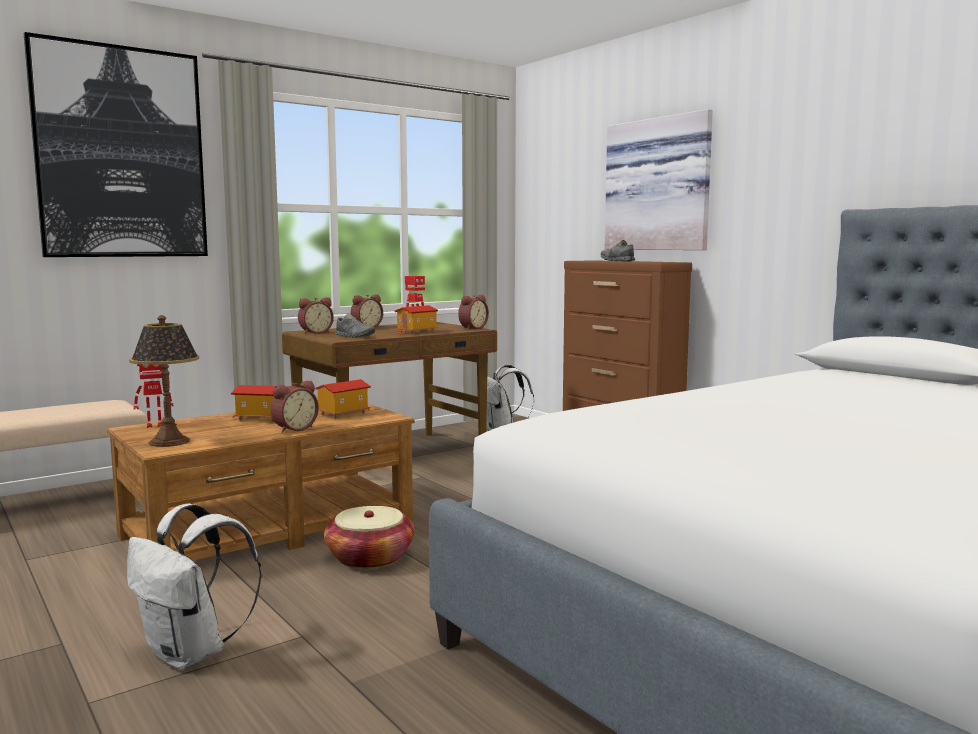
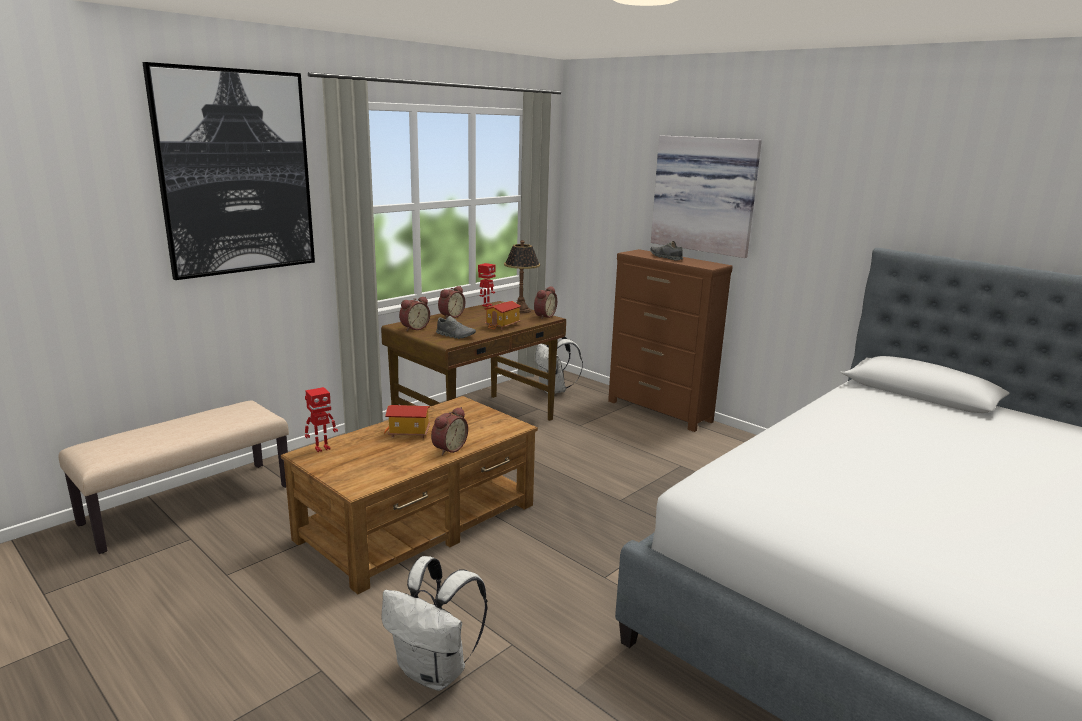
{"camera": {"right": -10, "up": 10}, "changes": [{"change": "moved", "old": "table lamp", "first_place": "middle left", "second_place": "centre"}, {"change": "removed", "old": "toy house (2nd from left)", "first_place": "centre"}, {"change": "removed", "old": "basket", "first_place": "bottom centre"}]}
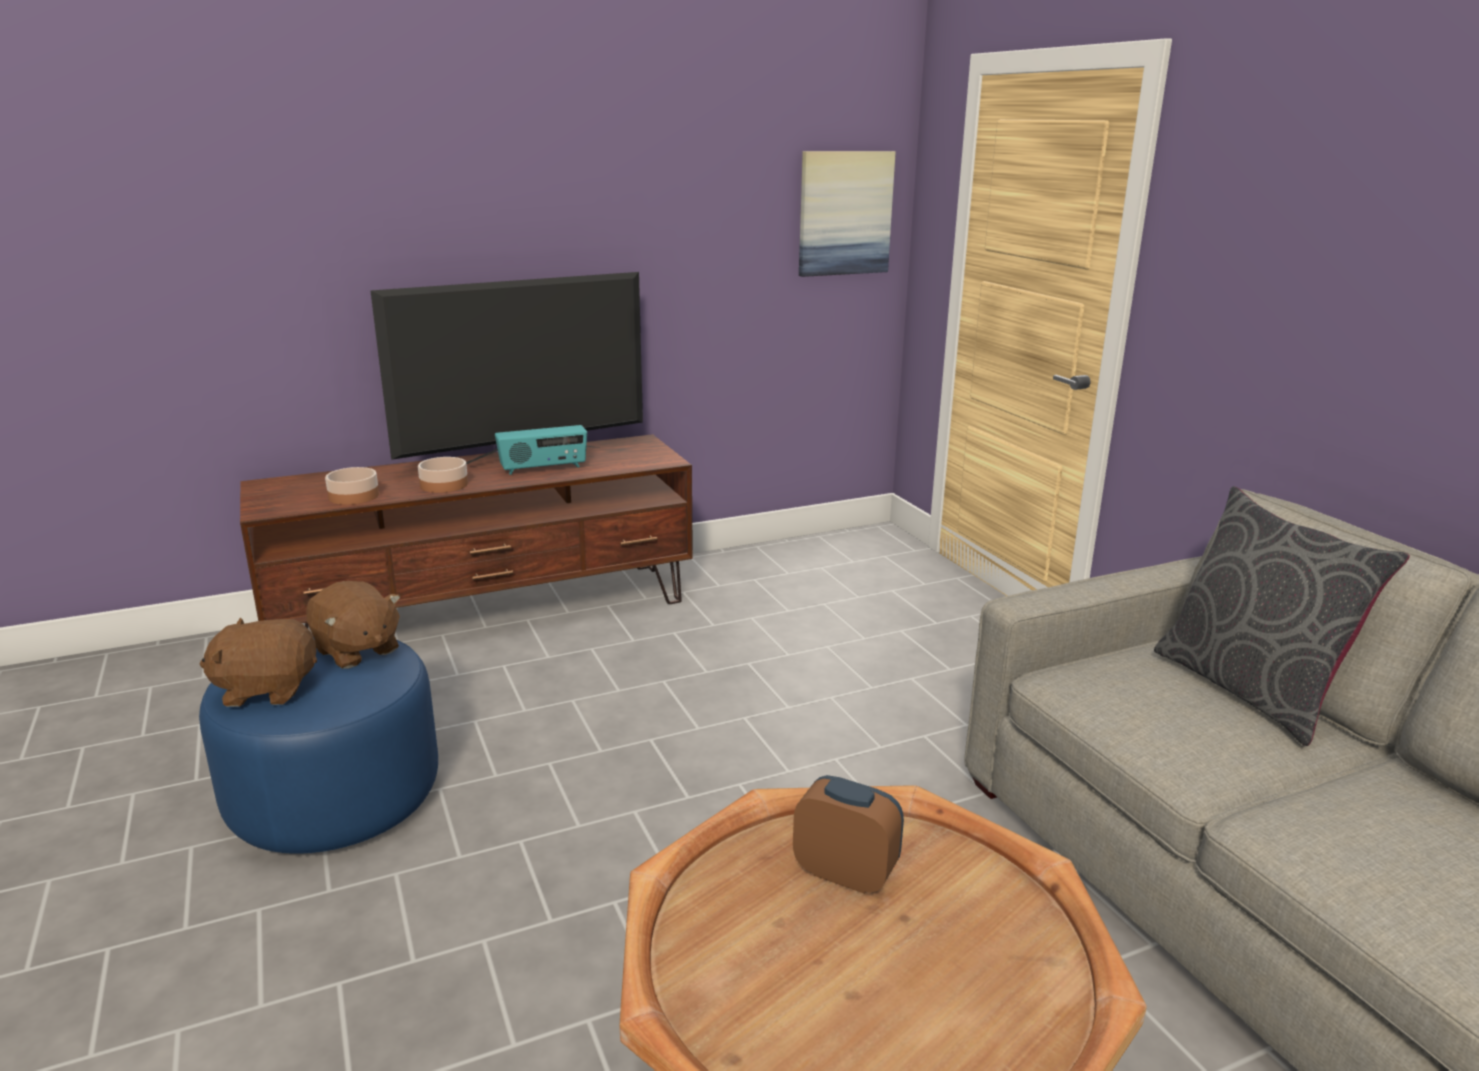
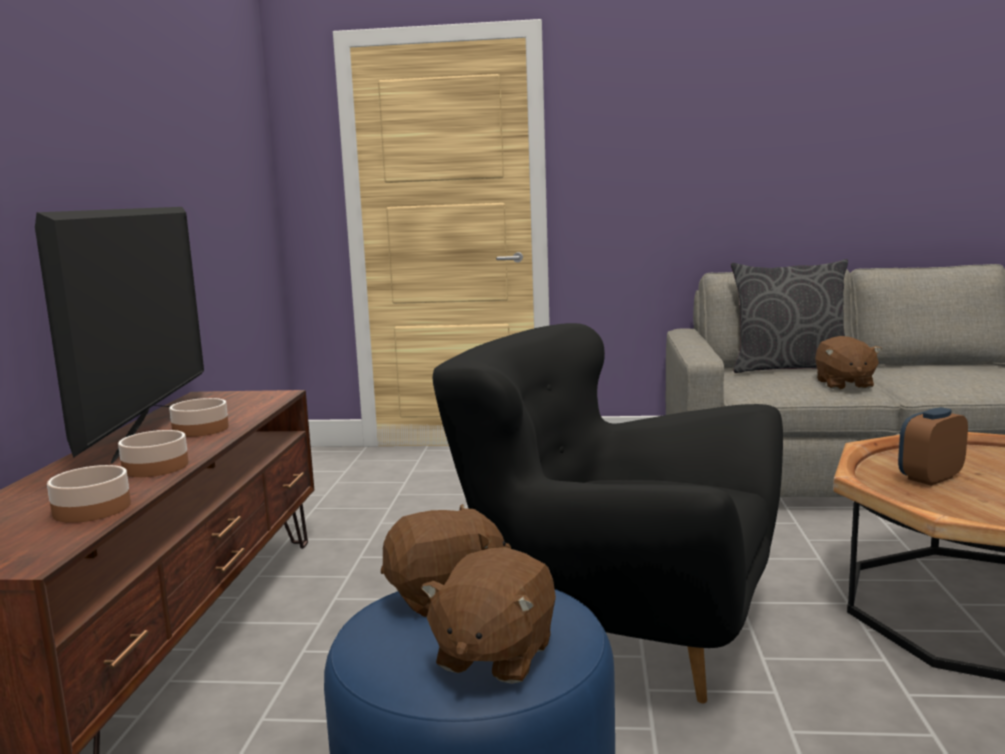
{"camera": {"right": -60, "up": -10}, "changes": [{"change": "replaced", "old": "radio", "new": "bowl (3rd from left)", "first_place": "centre", "second_place": "middle left"}, {"change": "added", "new": "black armchair", "second_place": "bottom centre"}, {"change": "added", "new": "brown plush toy (3rd from left)", "second_place": "middle right"}, {"change": "removed", "old": "picture", "first_place": "top centre"}]}
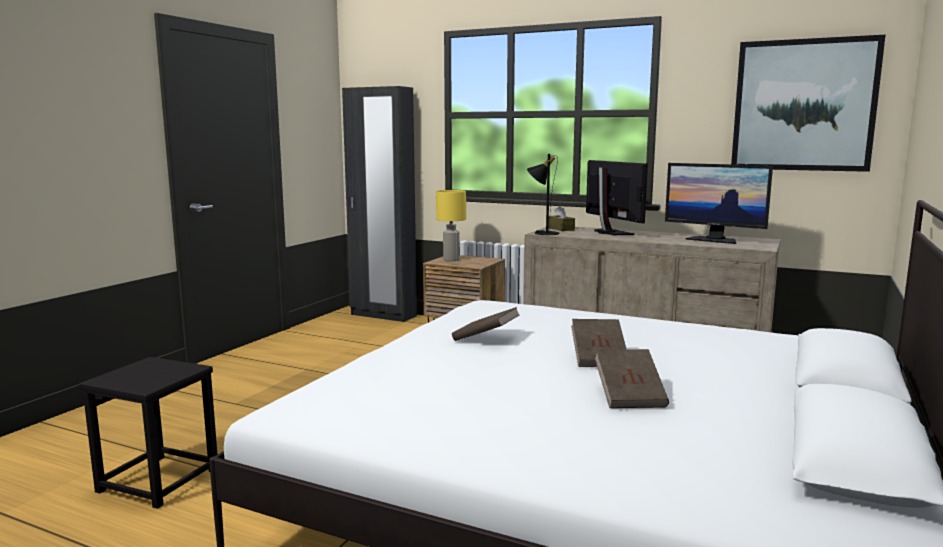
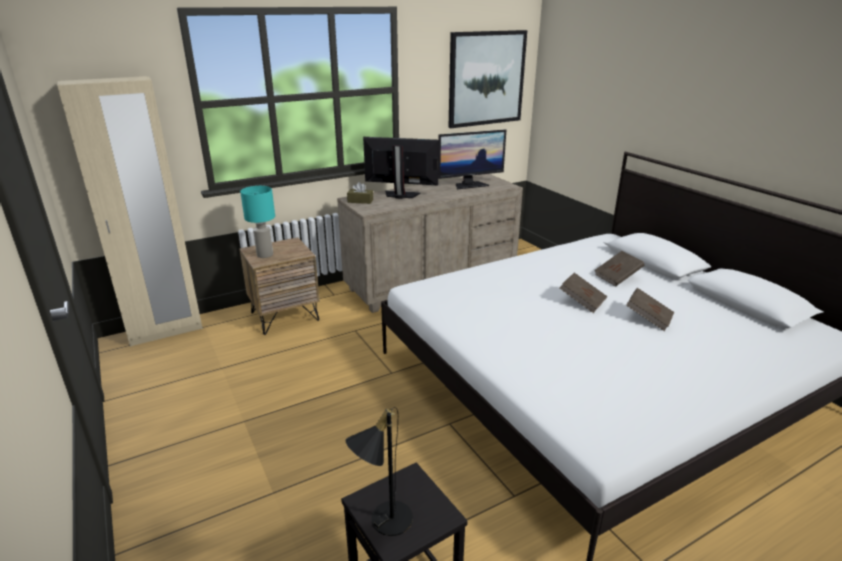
{"camera": {"right": -55, "up": 15}, "changes": [{"change": "recoloured", "old": "black wardrobe", "new": "beige wardrobe", "first_place": "centre", "second_place": "middle left"}, {"change": "recoloured", "old": "yellow table lamp", "new": "turquoise table lamp", "first_place": "centre", "second_place": "middle left"}, {"change": "moved", "old": "black table lamp", "first_place": "centre", "second_place": "bottom centre"}, {"change": "moved", "old": "brown book (1st from left in the first image)", "new": "brown book (2nd from left)", "first_place": "centre", "second_place": "middle right"}]}
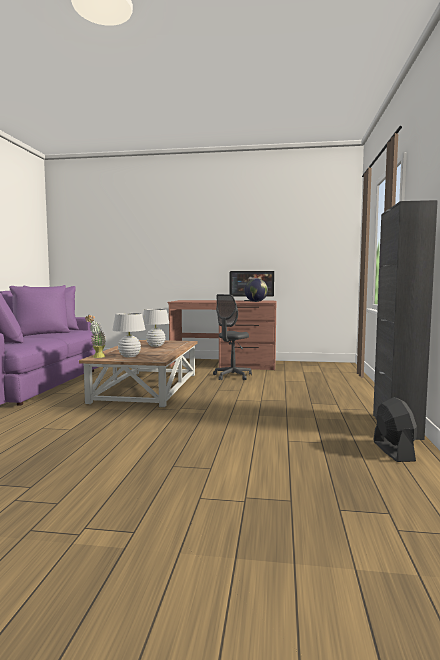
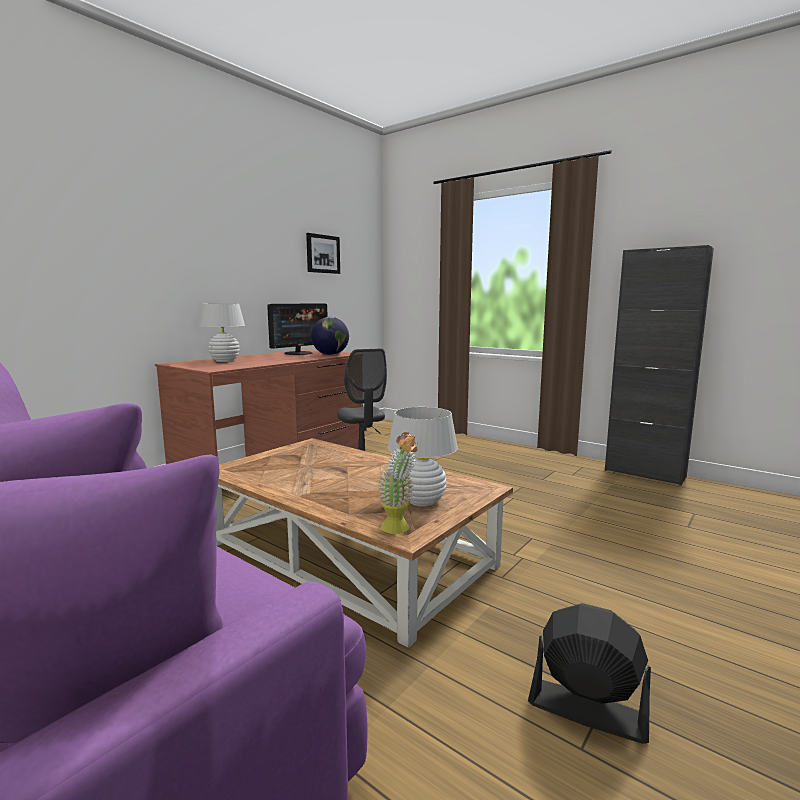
{"camera": {"right": -60, "up": 5}, "changes": [{"change": "moved", "old": "white table lamp (2nd from left in the first image)", "new": "white table lamp (1st from left)", "first_place": "centre", "second_place": "middle left"}, {"change": "added", "new": "picture", "second_place": "top centre"}, {"change": "moved", "old": "black fan", "first_place": "middle right", "second_place": "bottom right"}]}
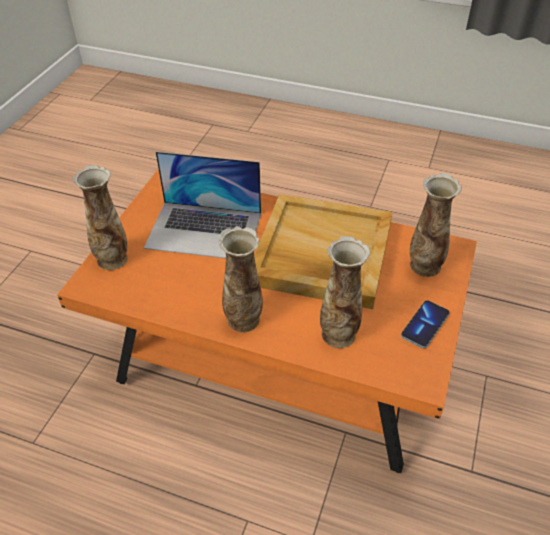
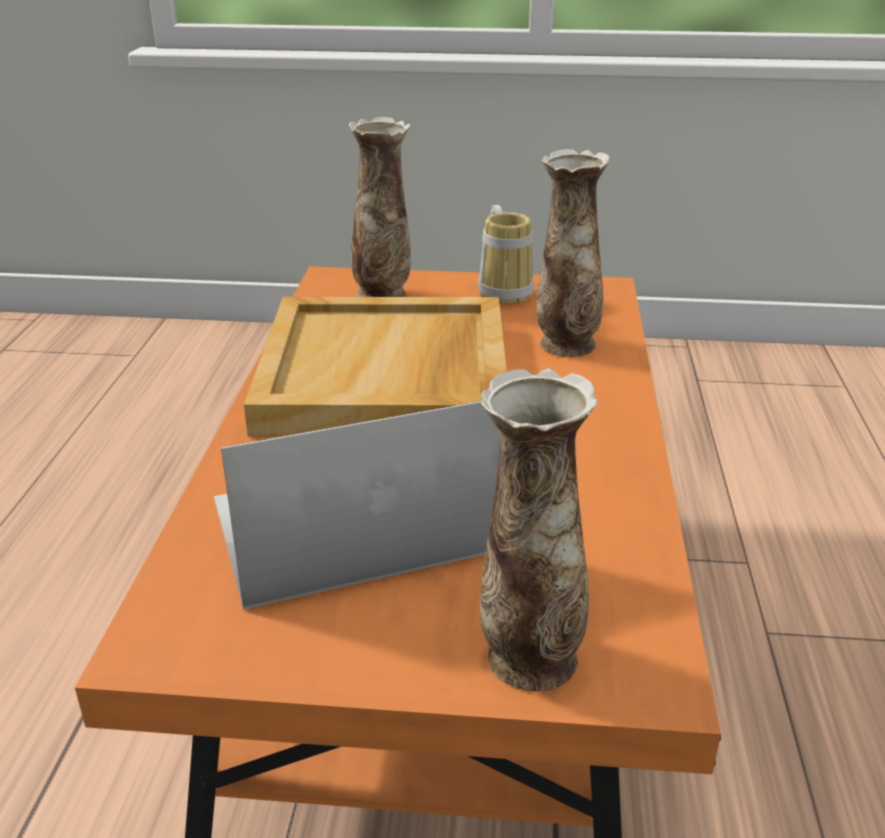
{"camera": {"right": -105, "up": -15}, "changes": [{"change": "turned", "old": "laptop", "first_place": "centre", "second_place": "centre", "degrees": -105}, {"change": "replaced", "old": "phone", "new": "mug", "first_place": "middle right", "second_place": "top centre"}, {"change": "removed", "old": "vase (2nd from left)", "first_place": "centre"}]}
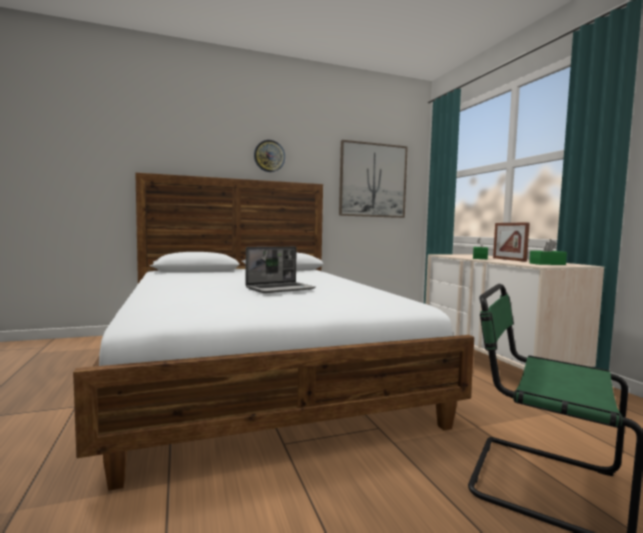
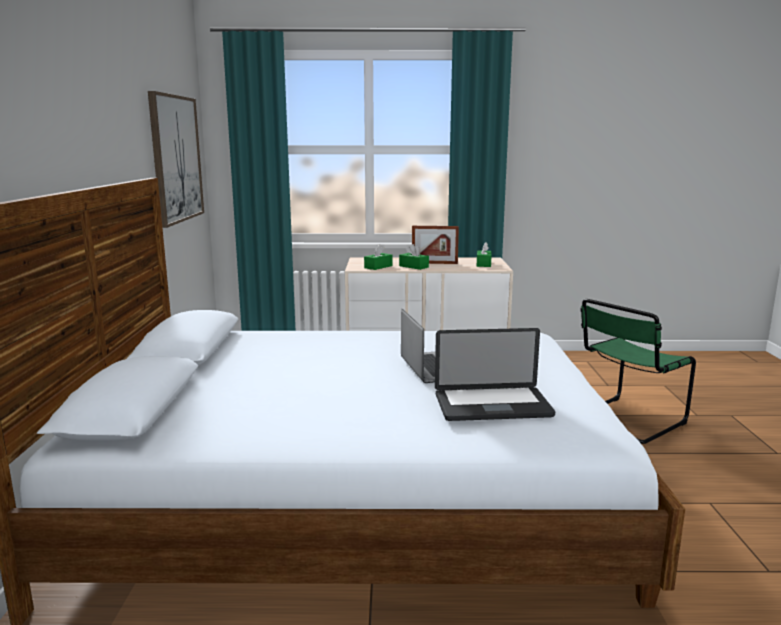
{"camera": {"right": -70, "up": 10}, "changes": [{"change": "added", "new": "green tissue box (1st from left)", "second_place": "centre"}, {"change": "added", "new": "laptop (2nd from left)", "second_place": "centre"}, {"change": "removed", "old": "wall clock", "first_place": "top centre"}]}
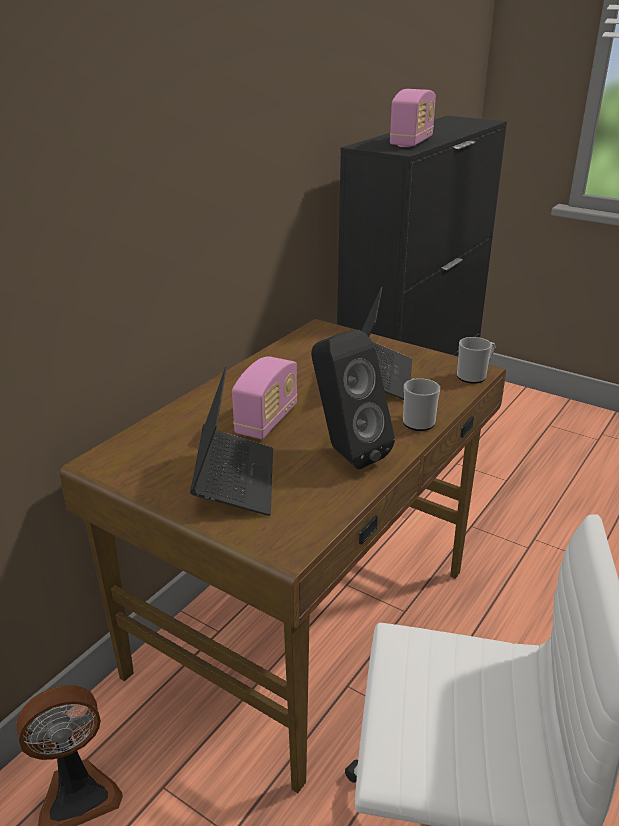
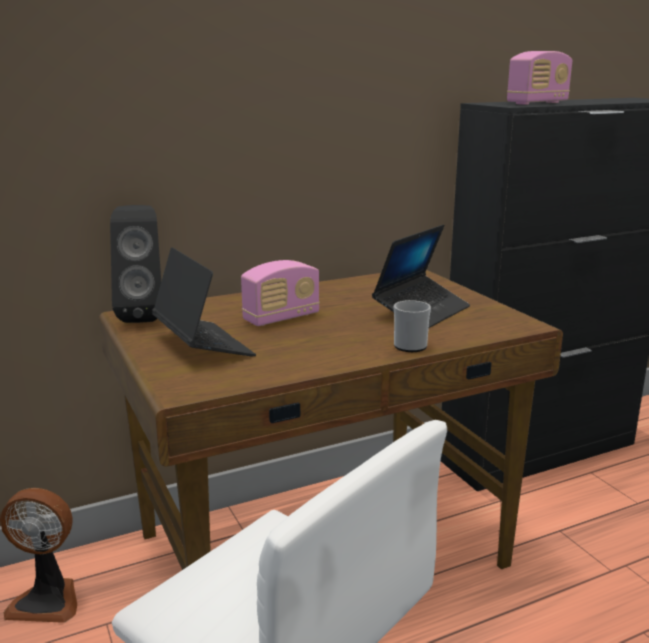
{"camera": {"right": 30, "up": -10}, "changes": [{"change": "moved", "old": "black speaker", "first_place": "centre", "second_place": "middle left"}, {"change": "turned", "old": "laptop (1st from left)", "first_place": "centre", "second_place": "middle left", "degrees": -60}, {"change": "removed", "old": "mug (2nd from left)", "first_place": "middle right"}]}
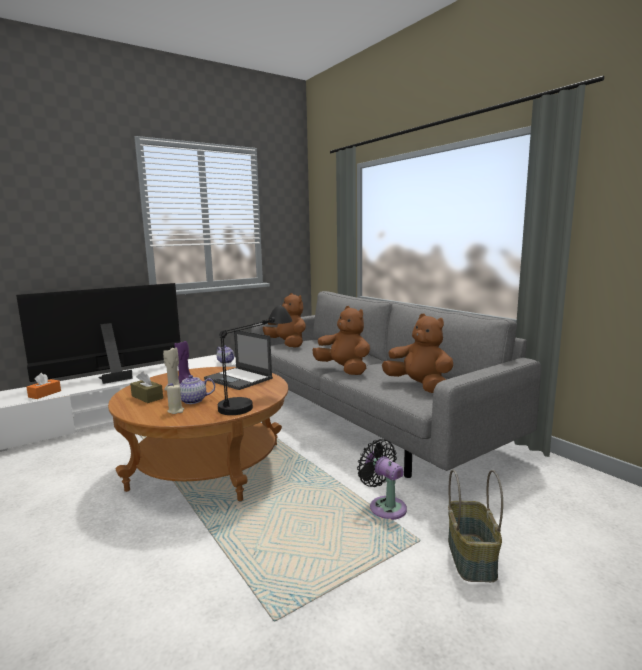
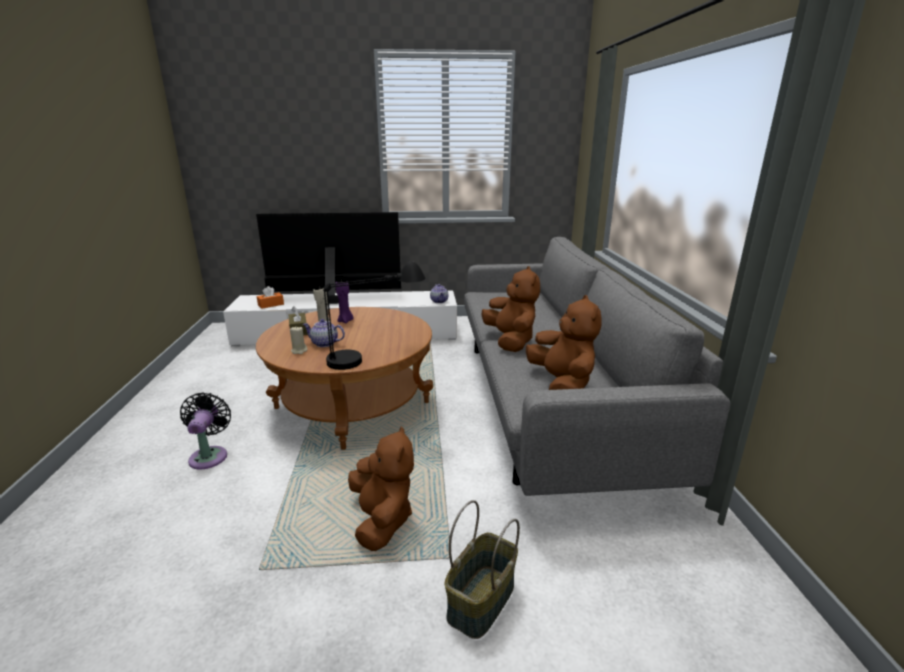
{"camera": {"right": 30, "up": 10}, "changes": [{"change": "moved", "old": "black fan", "first_place": "bottom centre", "second_place": "middle left"}, {"change": "moved", "old": "brown plush toy (1st from left)", "first_place": "centre", "second_place": "bottom centre"}, {"change": "removed", "old": "laptop", "first_place": "centre"}]}
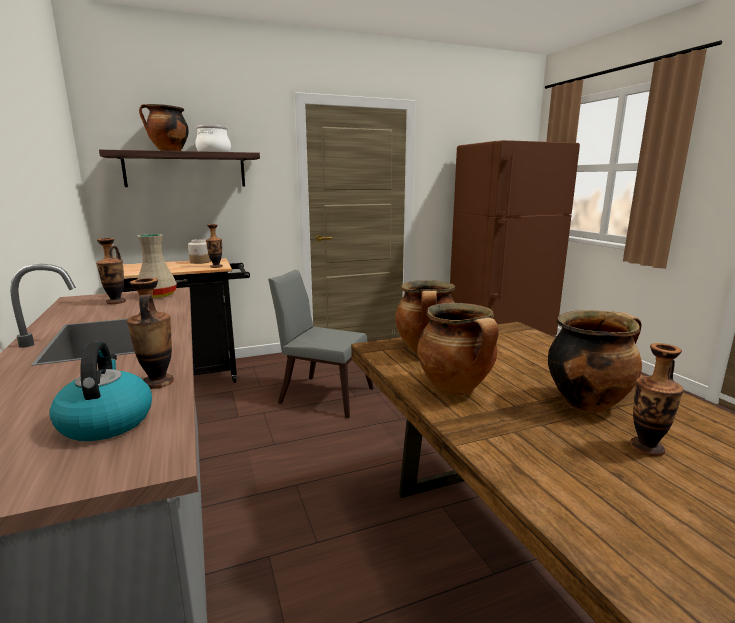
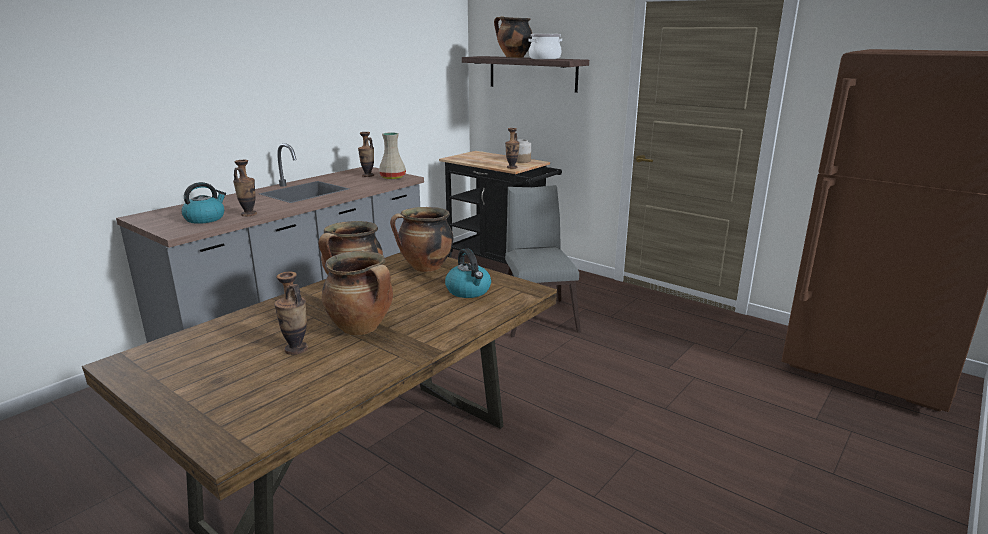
{"camera": {"right": 60, "up": 5}, "changes": [{"change": "added", "new": "kettle (2nd from left)", "second_place": "centre"}]}
